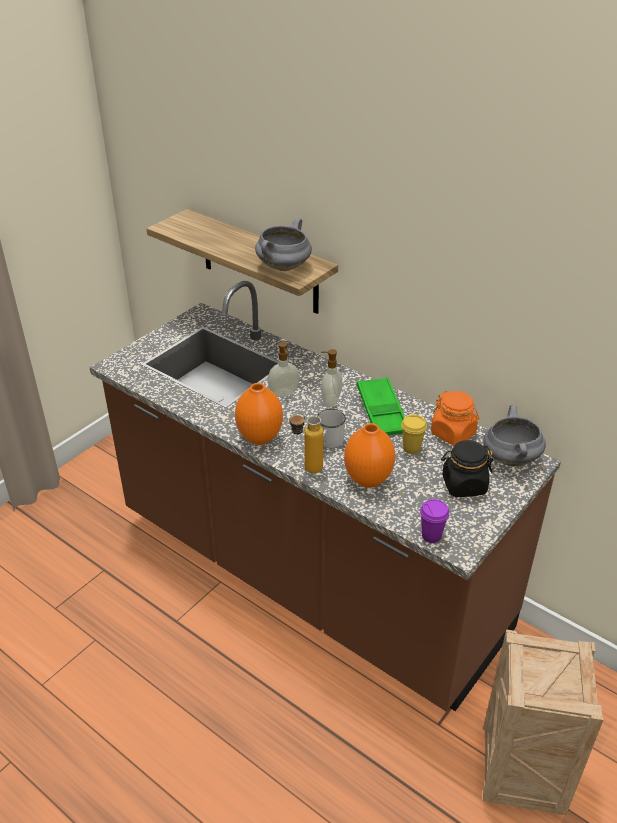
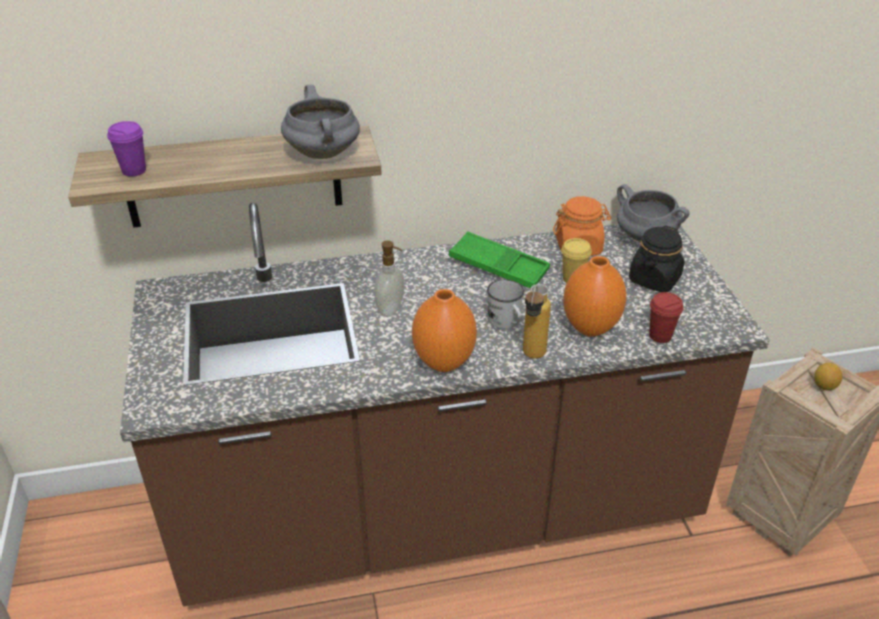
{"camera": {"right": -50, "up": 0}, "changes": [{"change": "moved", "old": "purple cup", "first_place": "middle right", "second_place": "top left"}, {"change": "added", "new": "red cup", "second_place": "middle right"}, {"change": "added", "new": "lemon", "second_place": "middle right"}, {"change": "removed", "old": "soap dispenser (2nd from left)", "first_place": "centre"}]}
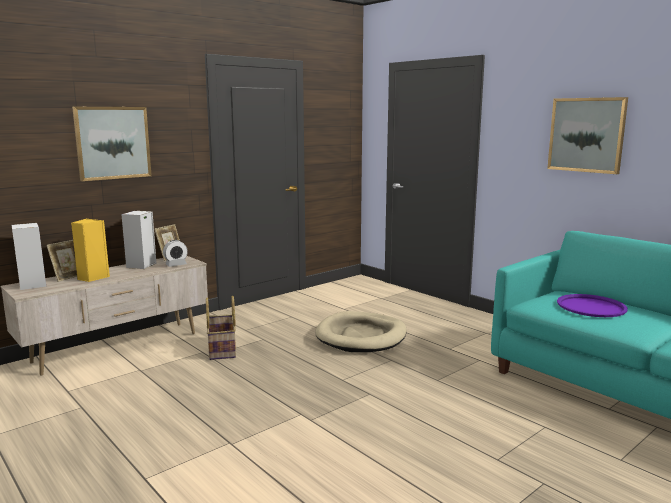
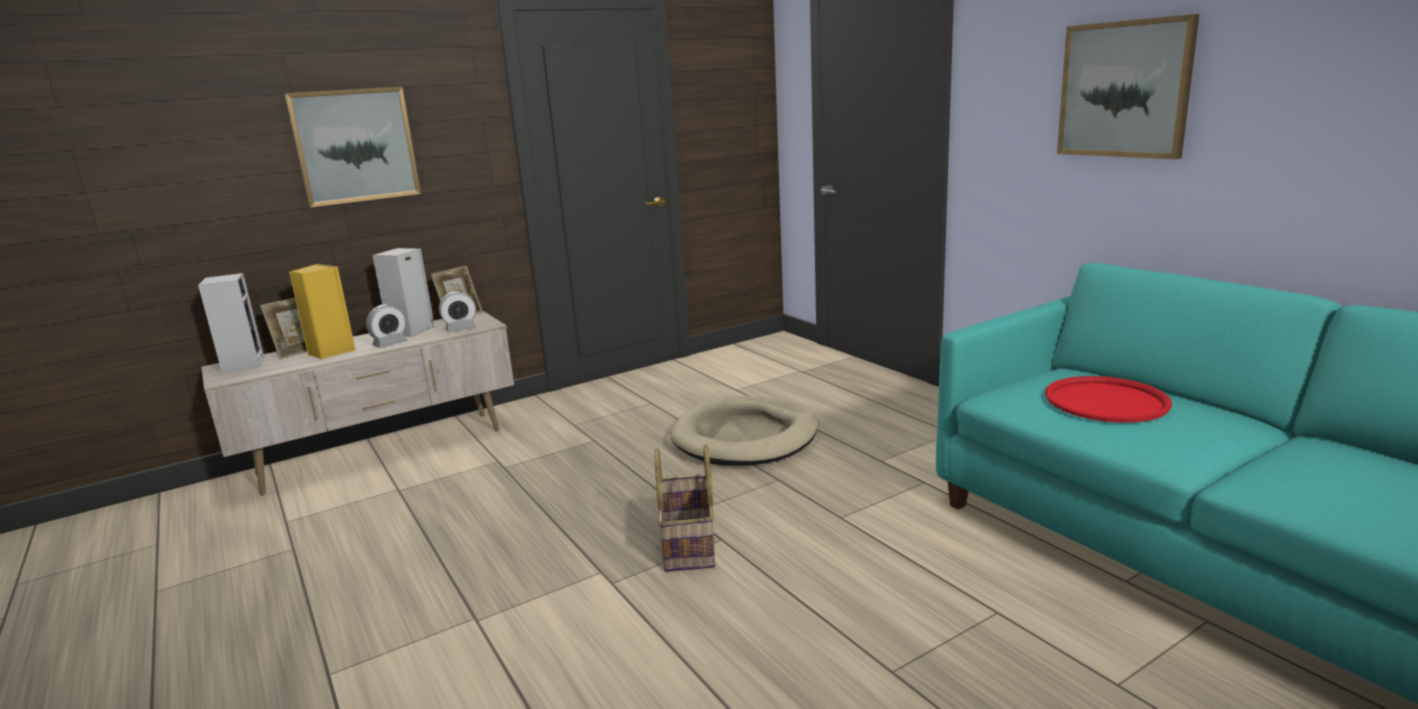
{"camera": {"right": 10, "up": 5}, "changes": [{"change": "added", "new": "alarm clock (1st from left)", "second_place": "middle left"}, {"change": "moved", "old": "basket", "first_place": "middle left", "second_place": "bottom centre"}, {"change": "recoloured", "old": "purple tray", "new": "red tray", "first_place": "middle right", "second_place": "middle right"}]}
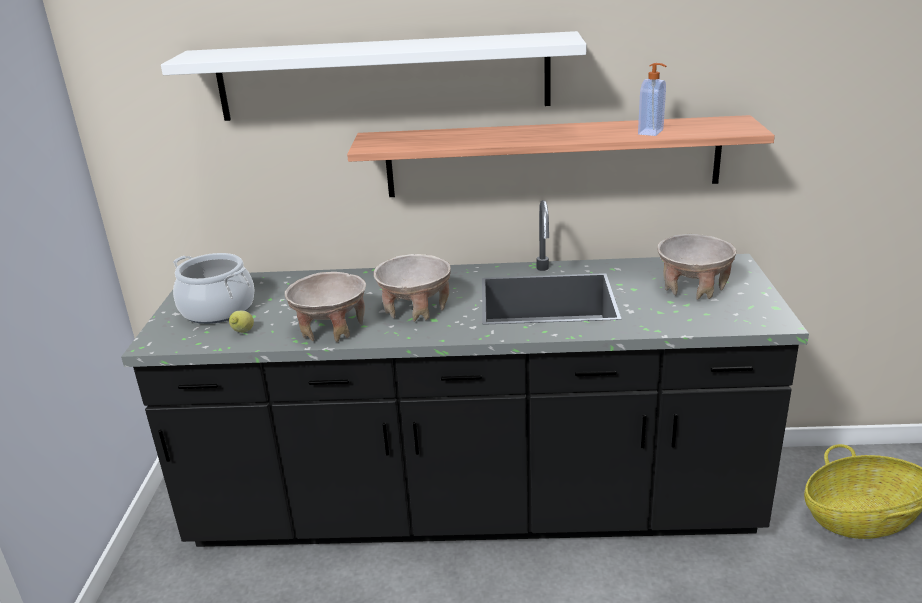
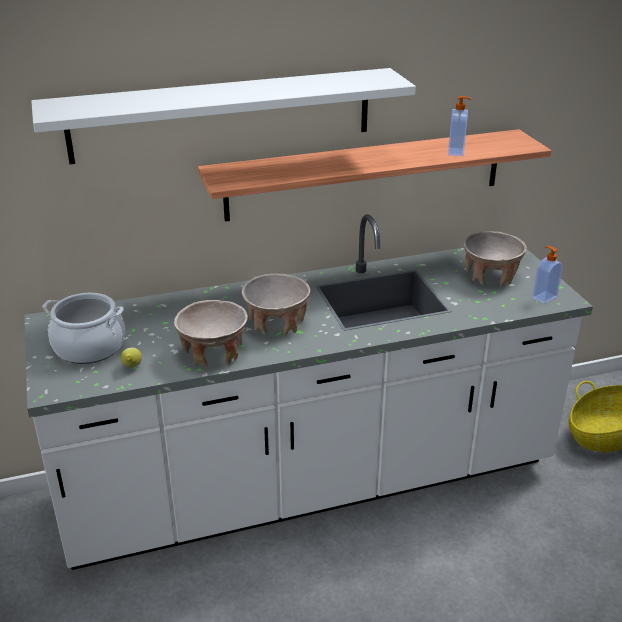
{"camera": {"right": -20, "up": 5}, "changes": [{"change": "recoloured", "old": "black counter", "new": "white counter", "first_place": "centre", "second_place": "centre"}, {"change": "added", "new": "soap dispenser (2nd from left)", "second_place": "middle right"}]}
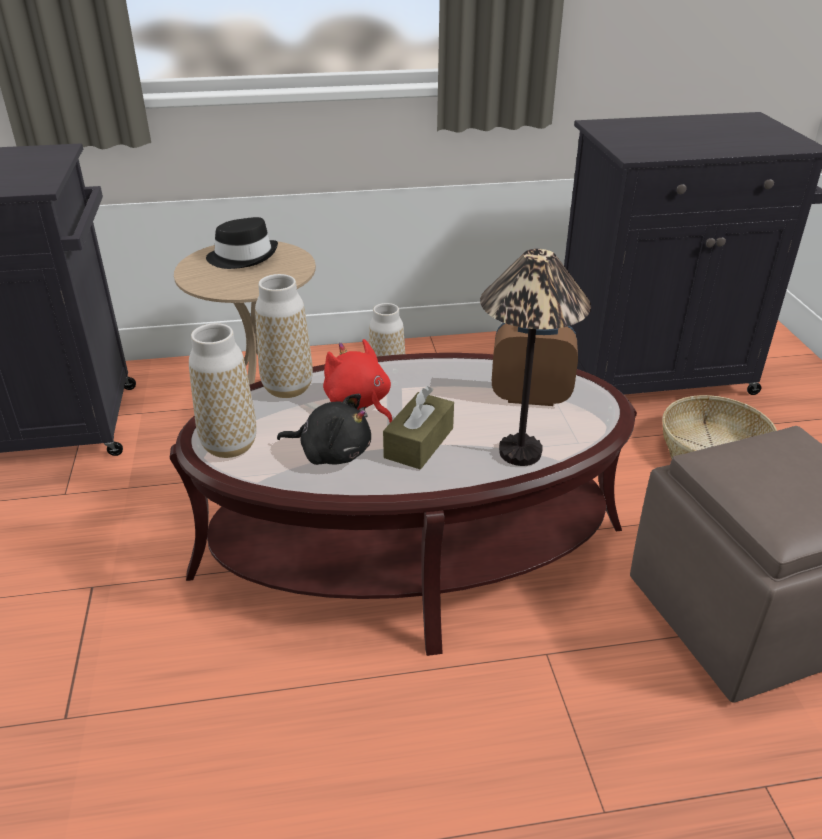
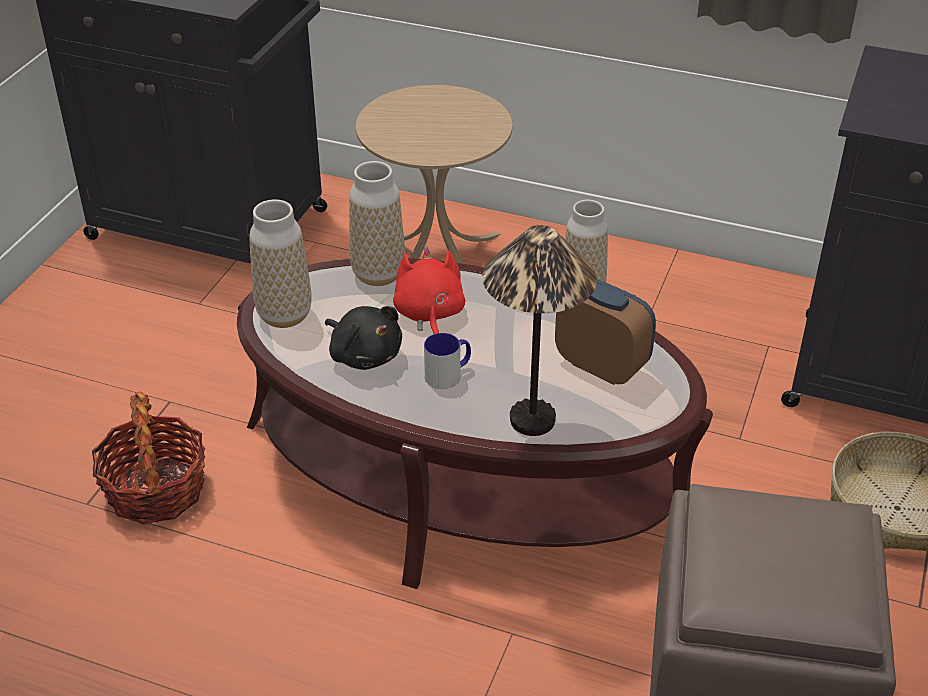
{"camera": {"right": 30, "up": 5}, "changes": [{"change": "added", "new": "basket (1st from left)", "second_place": "middle left"}, {"change": "replaced", "old": "brown tissue box", "new": "mug", "first_place": "centre", "second_place": "centre"}, {"change": "removed", "old": "black hat", "first_place": "top left"}]}
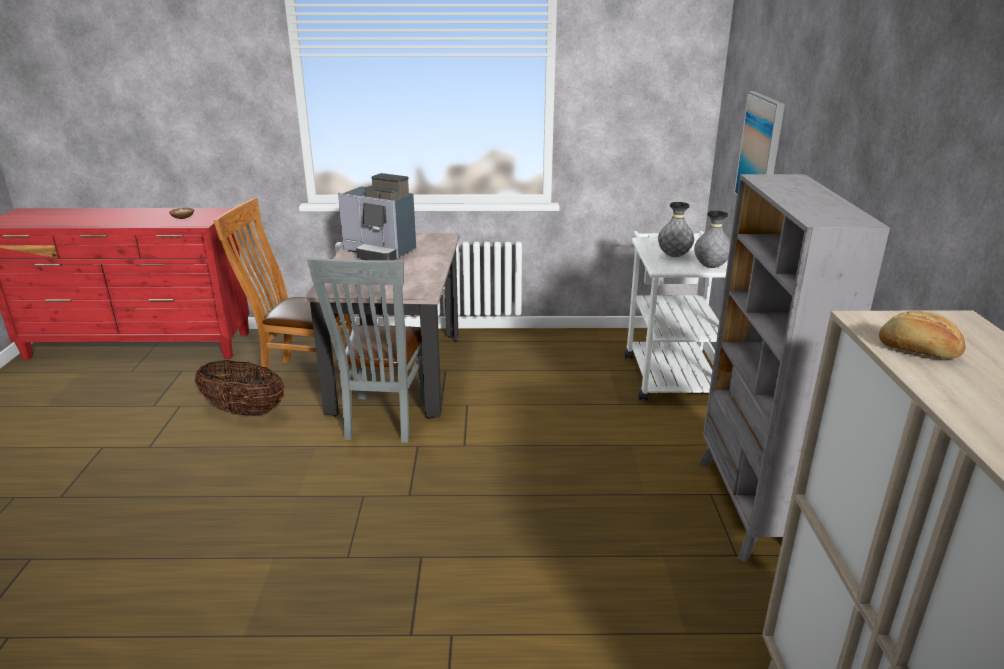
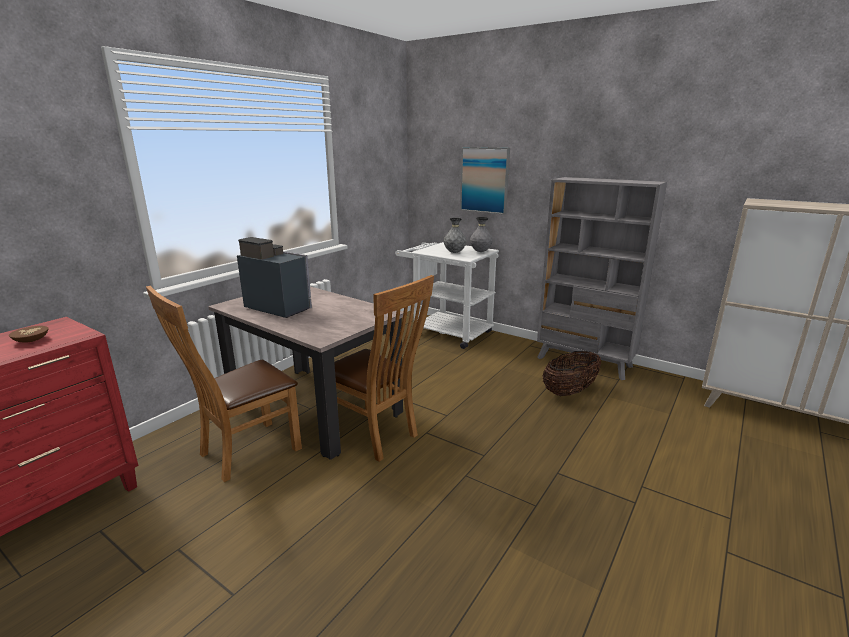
{"camera": {"right": -55, "up": -5}, "changes": [{"change": "turned", "old": "coffee machine", "first_place": "top centre", "second_place": "middle left", "degrees": -120}, {"change": "recoloured", "old": "grey chair", "new": "brown chair (2nd from left)", "first_place": "centre", "second_place": "centre"}, {"change": "moved", "old": "basket", "first_place": "middle left", "second_place": "middle right"}, {"change": "removed", "old": "bread", "first_place": "middle right"}]}
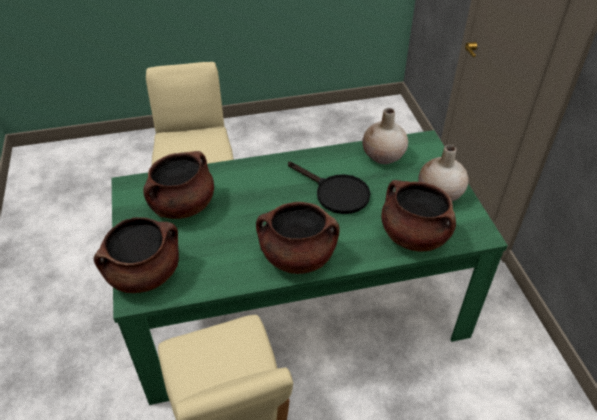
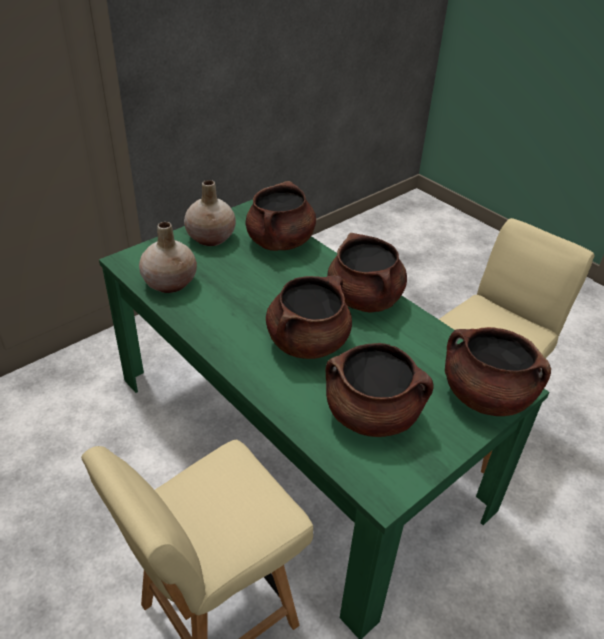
{"camera": {"right": -120, "up": -5}, "changes": [{"change": "added", "new": "brown cooking pot (2nd from left)", "second_place": "centre"}, {"change": "removed", "old": "black frying pan", "first_place": "centre"}]}
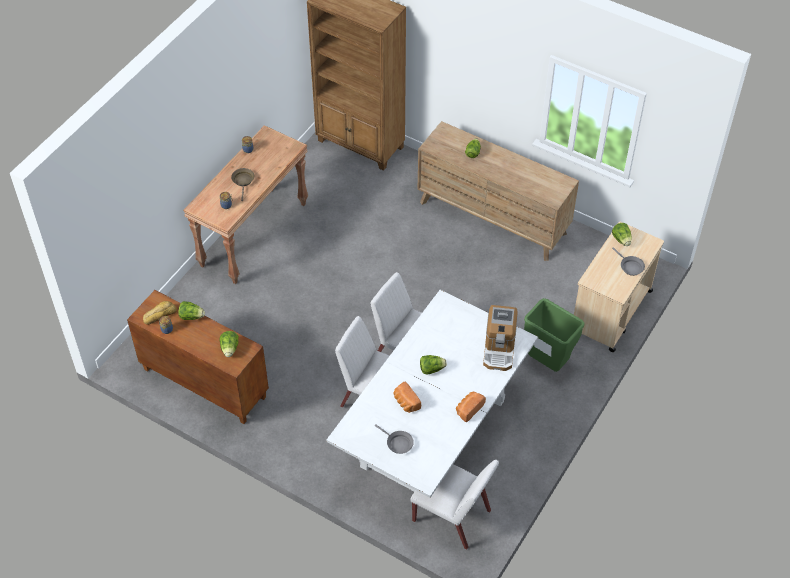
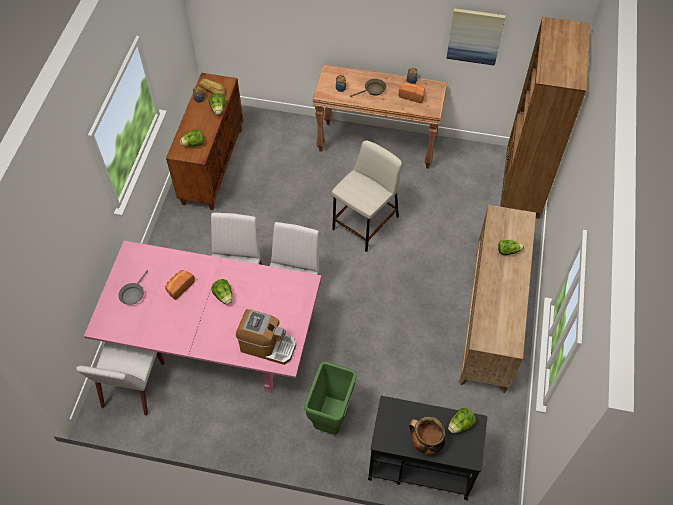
{"camera": {"right": 70, "up": 5}, "changes": [{"change": "recoloured", "old": "white dining table", "new": "pink dining table", "first_place": "bottom centre", "second_place": "middle left"}, {"change": "turned", "old": "coffee machine", "first_place": "centre", "second_place": "bottom centre", "degrees": -150}, {"change": "added", "new": "beige stool", "second_place": "centre"}, {"change": "recoloured", "old": "beige cart", "new": "black cart", "first_place": "middle right", "second_place": "bottom centre"}, {"change": "moved", "old": "bread (3rd from left)", "first_place": "bottom centre", "second_place": "top centre"}, {"change": "replaced", "old": "grey frying pan (2nd from left)", "new": "cooking pot", "first_place": "middle right", "second_place": "bottom centre"}, {"change": "added", "new": "picture", "second_place": "top right"}]}
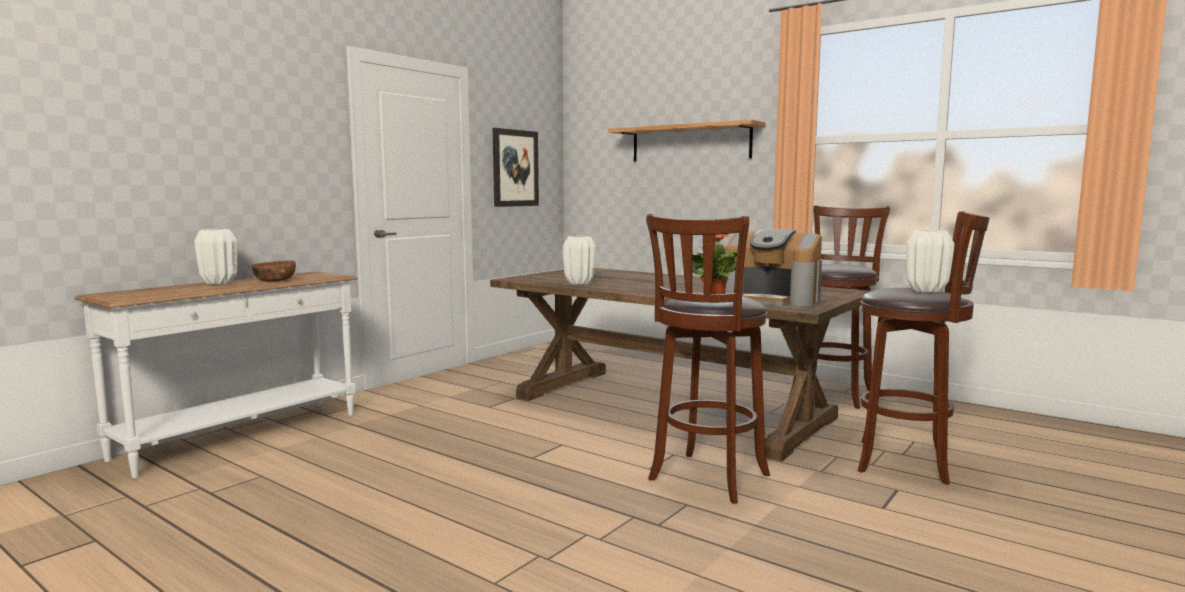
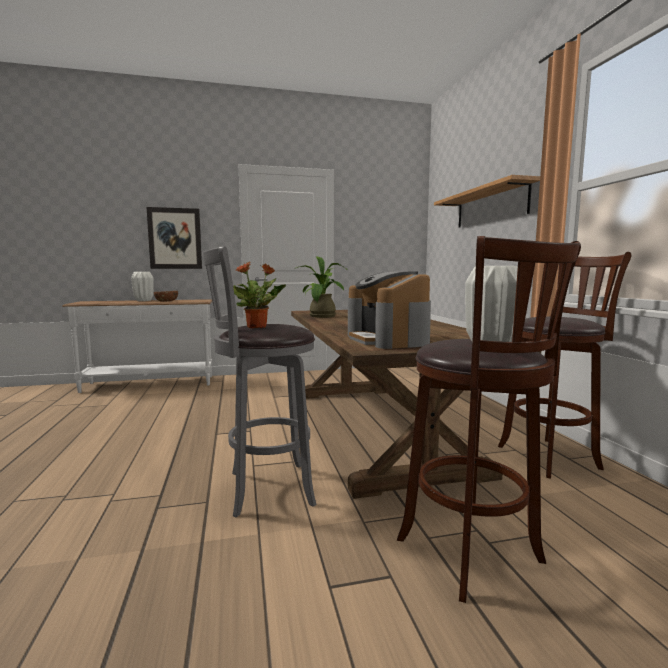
{"camera": {"right": 40, "up": 0}, "changes": [{"change": "moved", "old": "picture", "first_place": "top centre", "second_place": "middle left"}, {"change": "recoloured", "old": "brown stool (1st from left)", "new": "grey stool", "first_place": "centre", "second_place": "centre"}, {"change": "replaced", "old": "white vase (2nd from left)", "new": "potted plant (2nd from left)", "first_place": "centre", "second_place": "centre"}]}
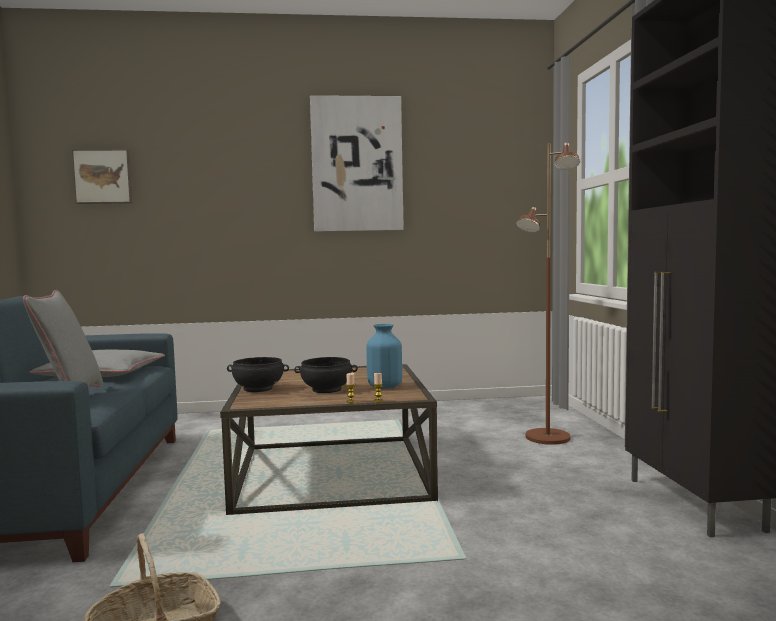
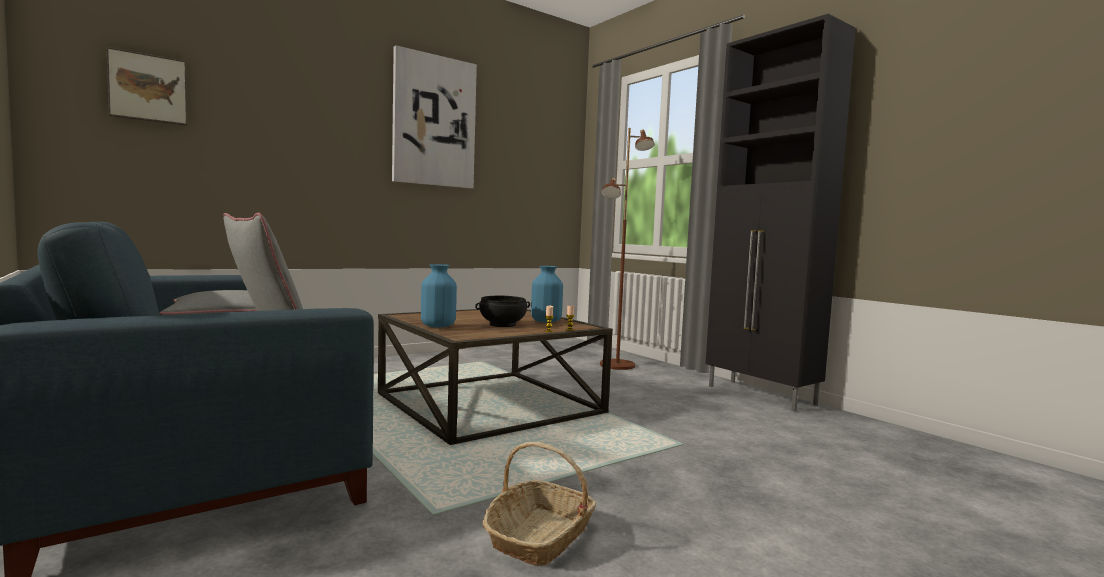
{"camera": {"right": -30, "up": 0}, "changes": [{"change": "replaced", "old": "black bowl (1st from left)", "new": "blue vase (1st from left)", "first_place": "middle left", "second_place": "centre"}]}
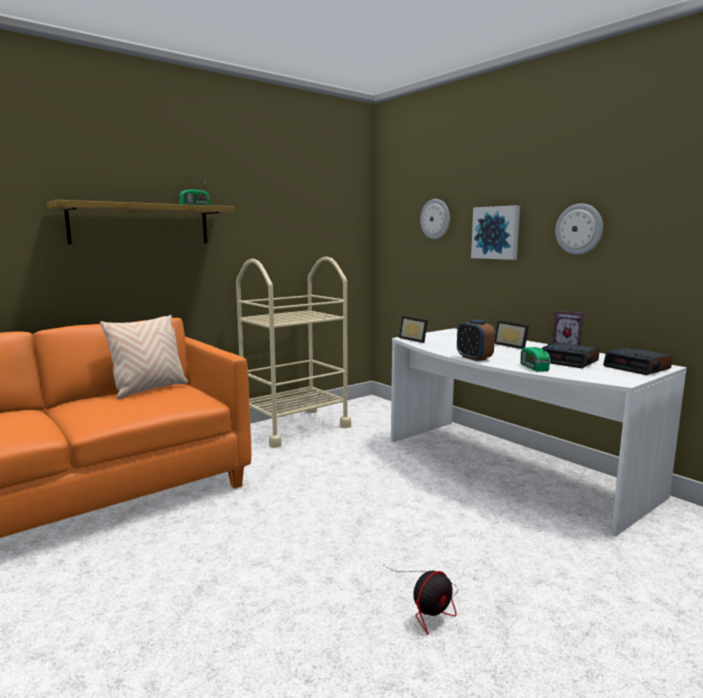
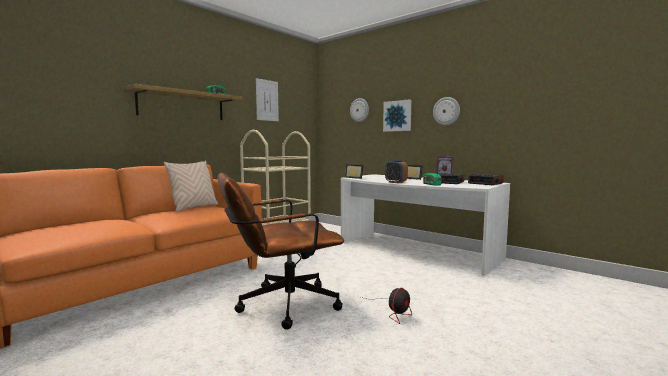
{"camera": {"right": -10, "up": -5}, "changes": [{"change": "added", "new": "brown office chair", "second_place": "bottom centre"}, {"change": "added", "new": "picture (1st from left)", "second_place": "top centre"}]}
